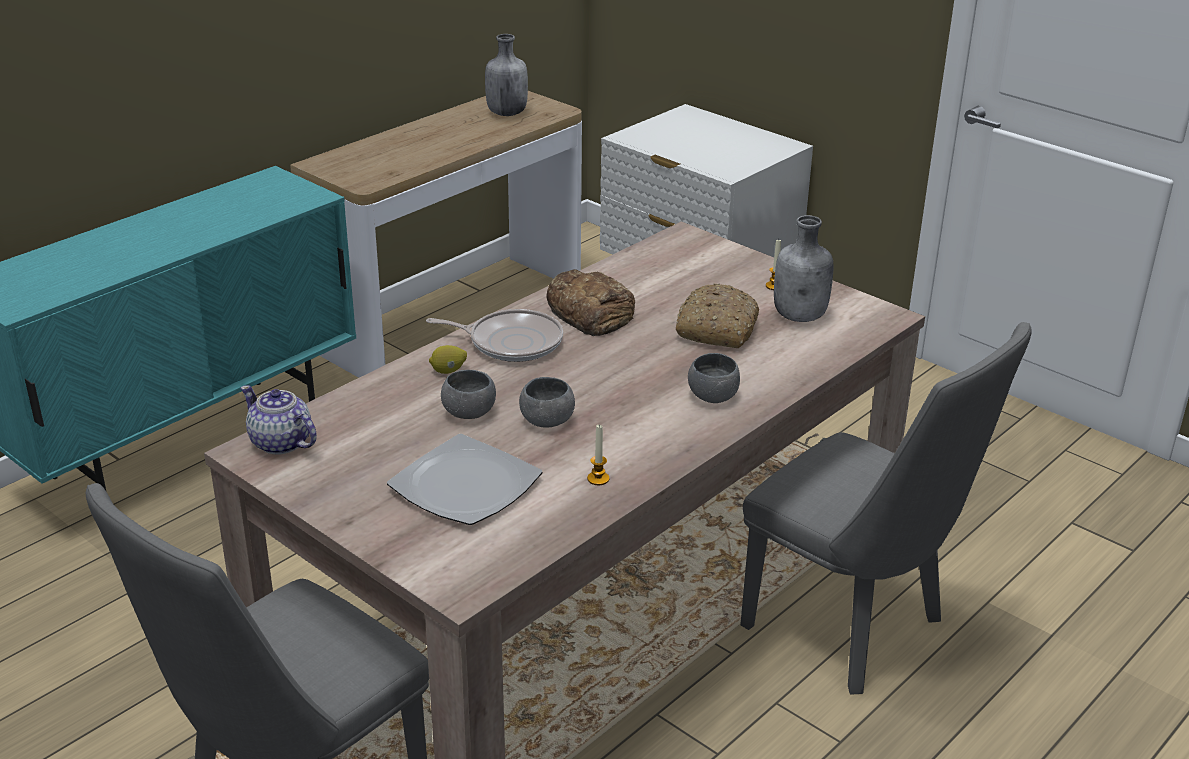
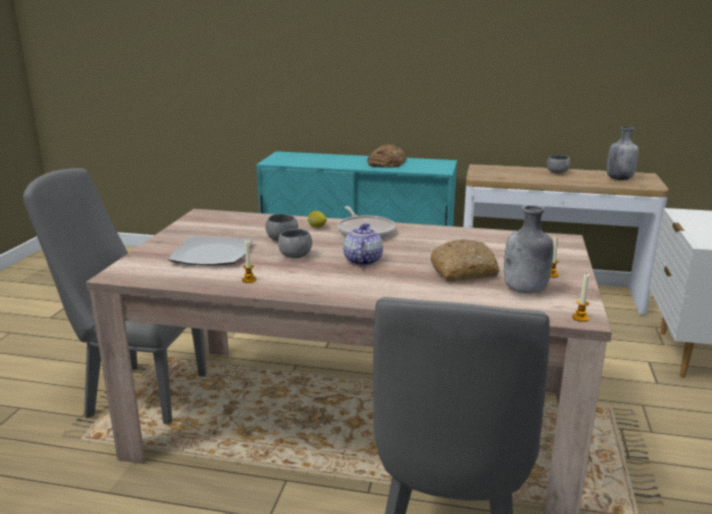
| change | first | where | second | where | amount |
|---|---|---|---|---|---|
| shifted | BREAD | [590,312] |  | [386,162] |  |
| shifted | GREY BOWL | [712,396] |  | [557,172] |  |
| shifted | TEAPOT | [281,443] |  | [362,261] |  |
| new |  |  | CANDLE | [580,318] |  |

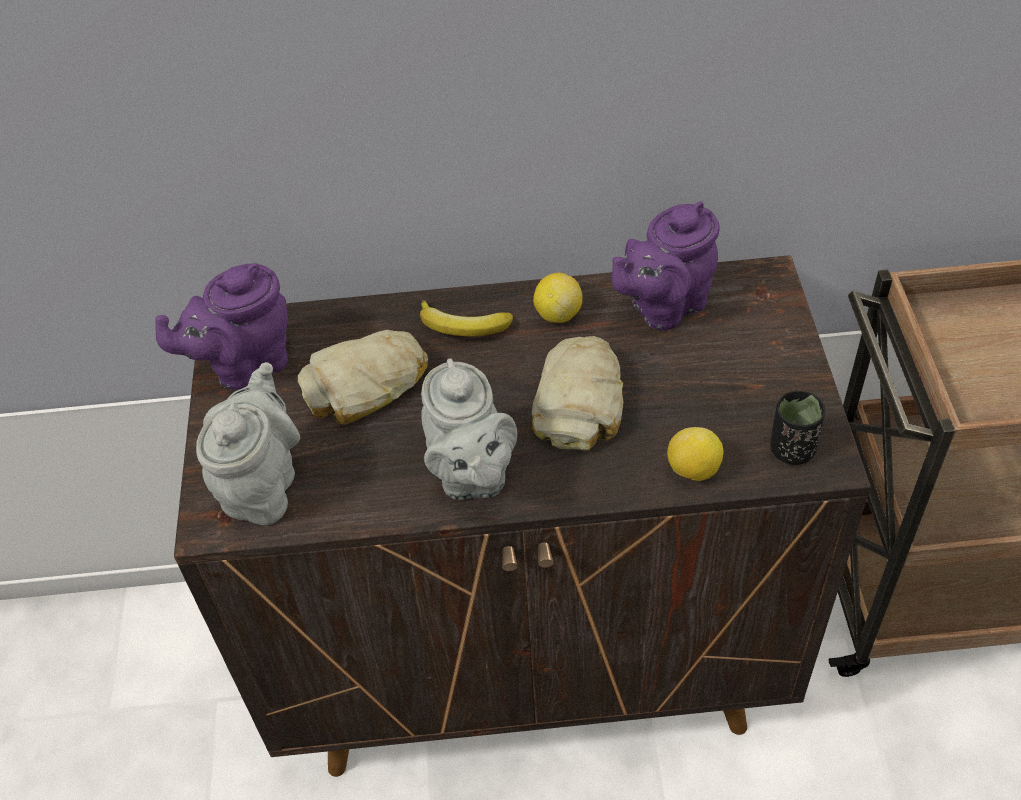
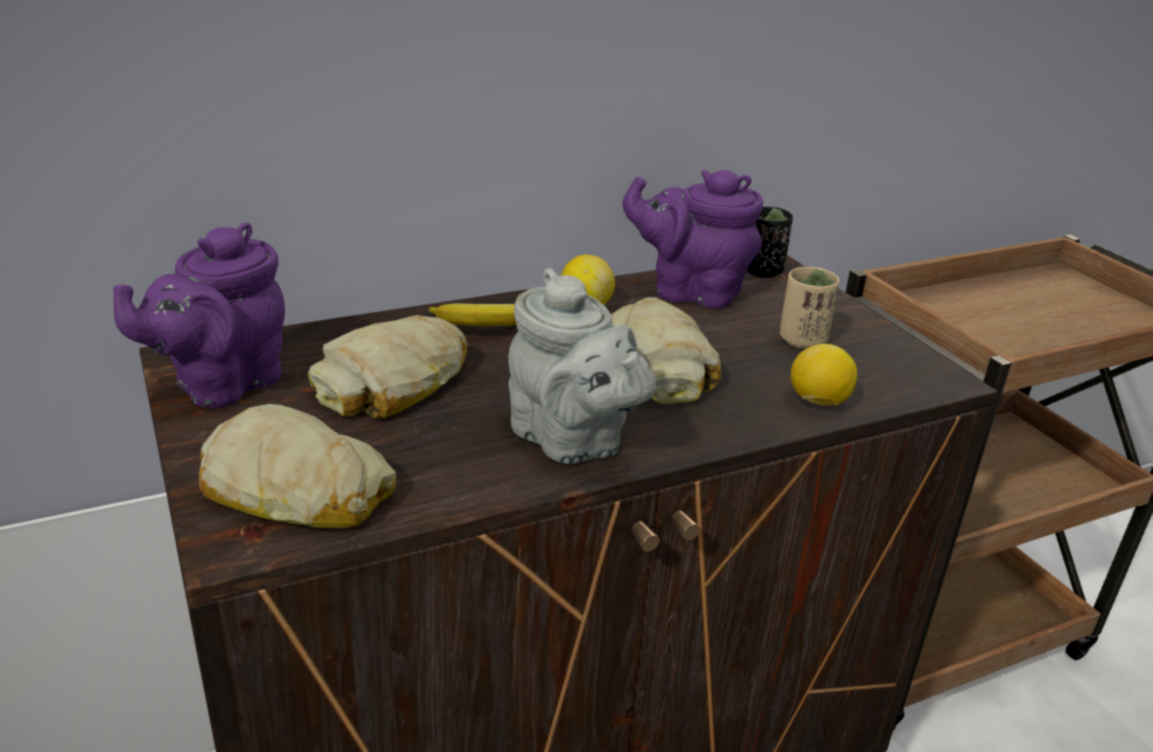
| change | first | where | second | where | amount |
|---|---|---|---|---|---|
| rotated | PURPLE TEAPOT | [663,306] |  | [690,291] | 75 degrees clockwise |
| swapped | GREY TEAPOT | [262,485] | BREAD | [296,490] |  |
| shifted | BLACK CUP | [792,449] |  | [762,271] |  |
| new |  |  | BEIGE CUP | [802,340] |  |

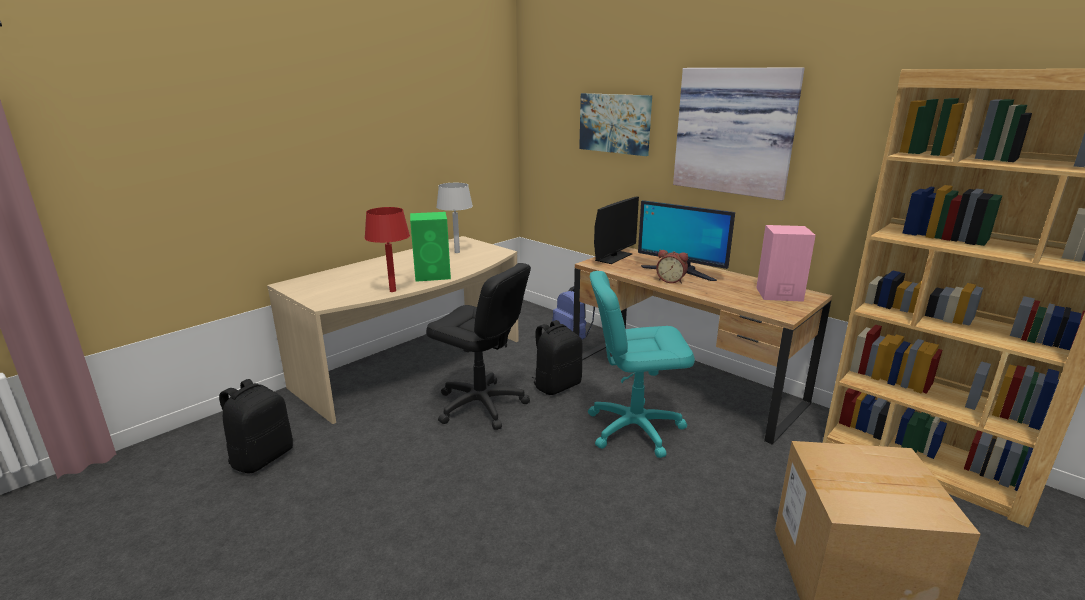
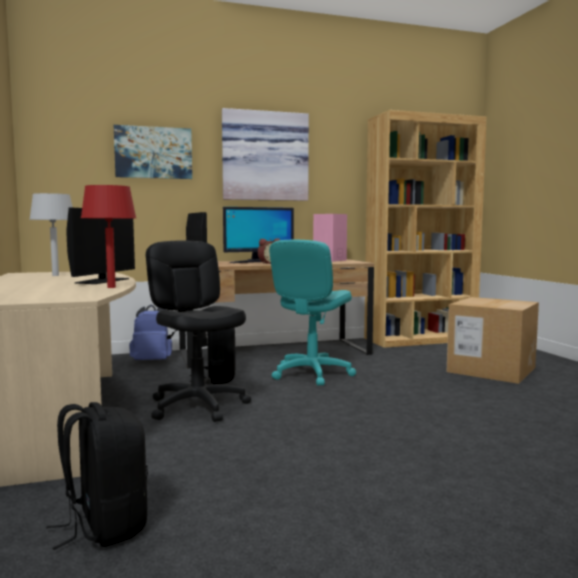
| change | first | where | second | where | amount |
|---|---|---|---|---|---|
| swapped | GREEN SPEAKER | [433,275] | MONITOR | [102,281] |  |
| rotated | BLACK OFFICE CHAIR | [481,405] |  | [198,406] | 90 degrees counterclockwise |

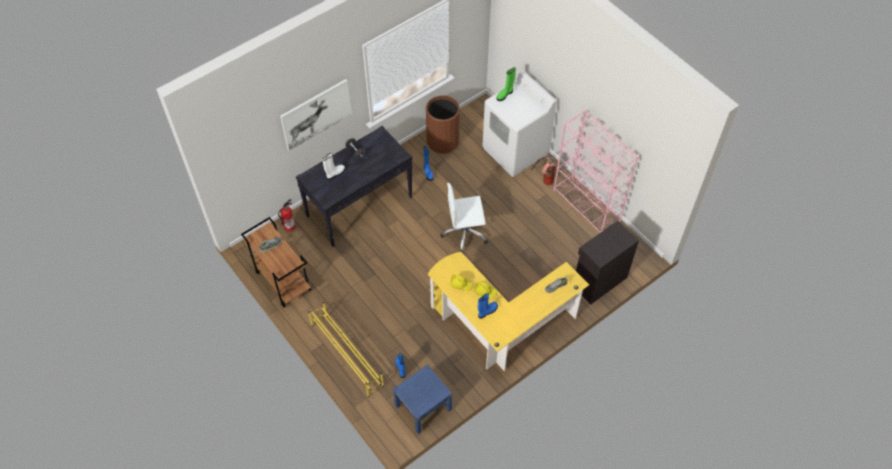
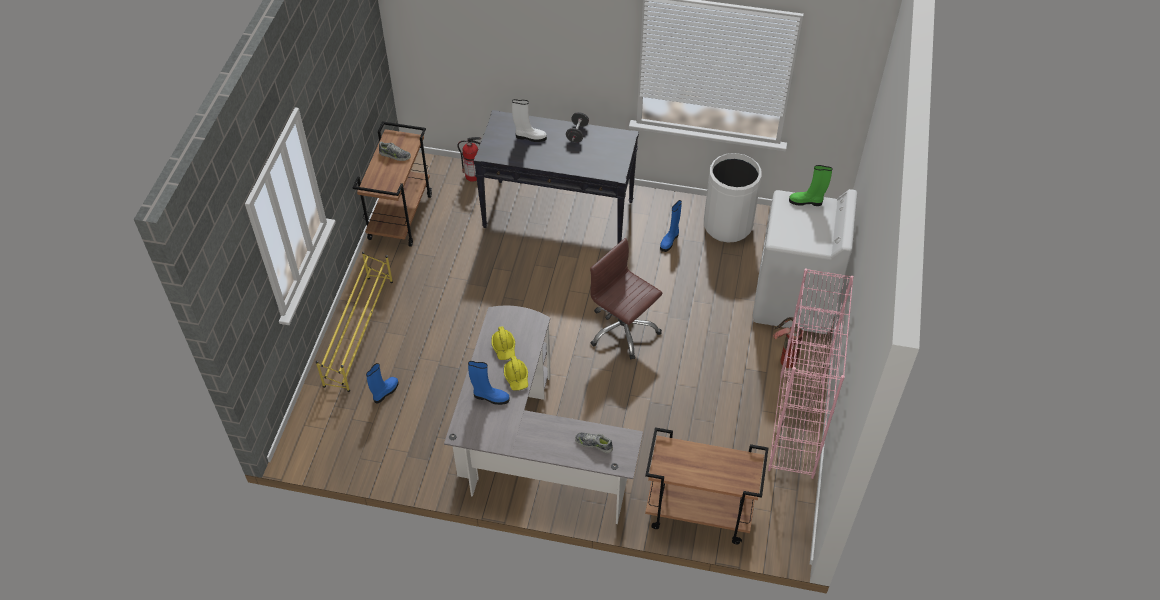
| change | first | where | second | where | amount |
|---|---|---|---|---|---|
| gone | PICTURE | [316,114] |  |  |  |
| repainted | BROWN TRASH CAN | [442,141] | WHITE TRASH CAN | [727,225] |  |
| repainted | WHITE OFFICE CHAIR | [464,233] | BROWN OFFICE CHAIR | [623,330] |  |
| swapped | BLACK CABINET | [599,281] | BROWN CART | [697,513] |  |
| repainted | YELLOW DESK | [499,326] | GREY DESK | [529,450] |  |
| gone | BLUE NIGHTSTAND | [423,407] |  |  |  |

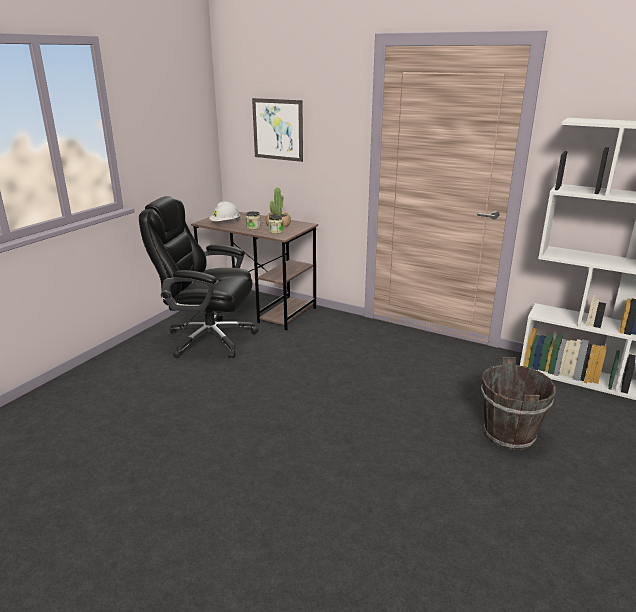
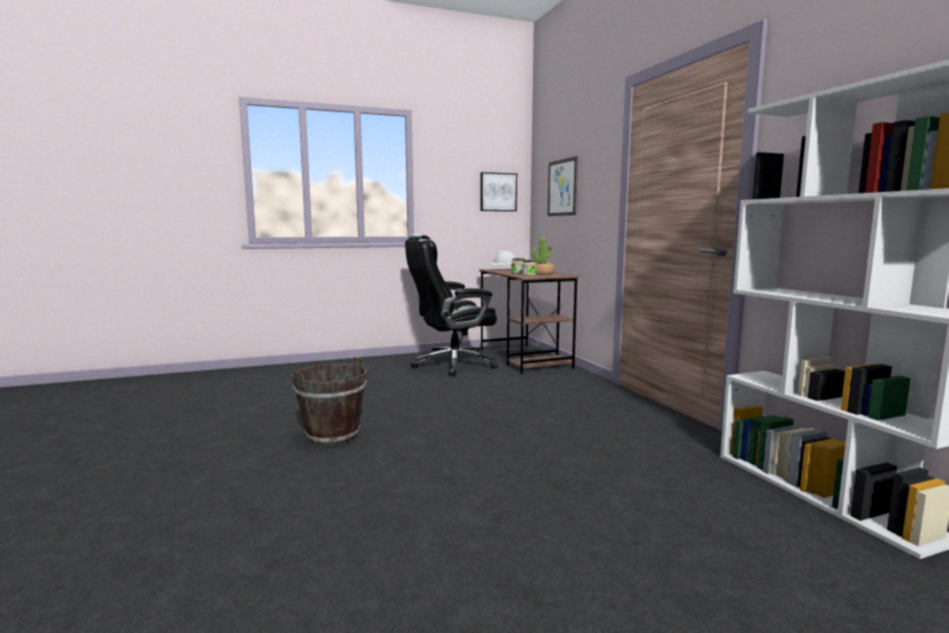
| change | first | where | second | where | amount |
|---|---|---|---|---|---|
| rotated | BLACK OFFICE CHAIR | [208,339] |  | [452,365] | 75 degrees counterclockwise |
| shifted | BROWN BUCKET | [508,434] |  | [332,435] |  |
| new |  |  | PICTURE | [498,192] |  |

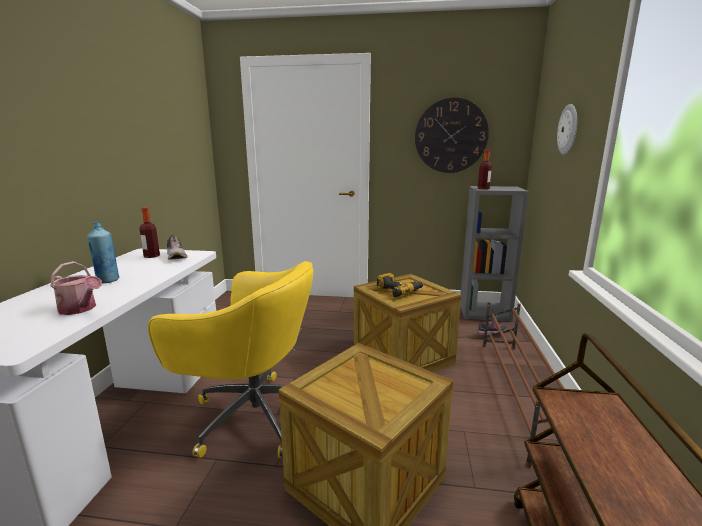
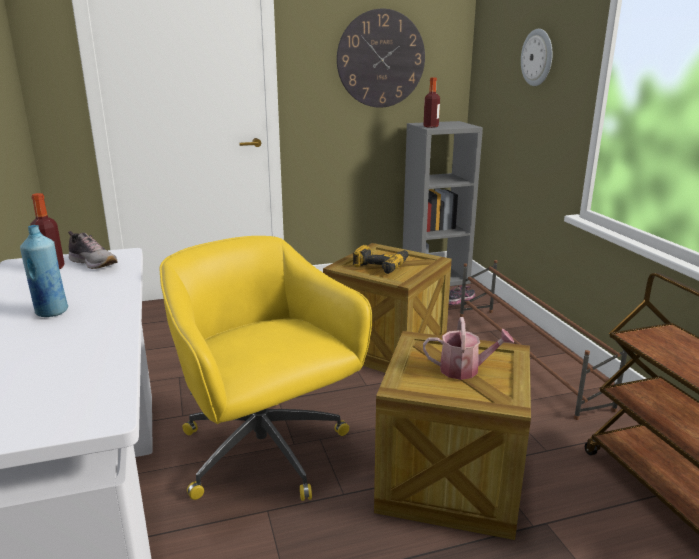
| change | first | where | second | where | amount |
|---|---|---|---|---|---|
| shifted | WATERING CAN | [80,309] |  | [465,370] |  |
| rotated | YELLOW OFFICE CHAIR | [252,415] |  | [265,453] | 120 degrees counterclockwise |

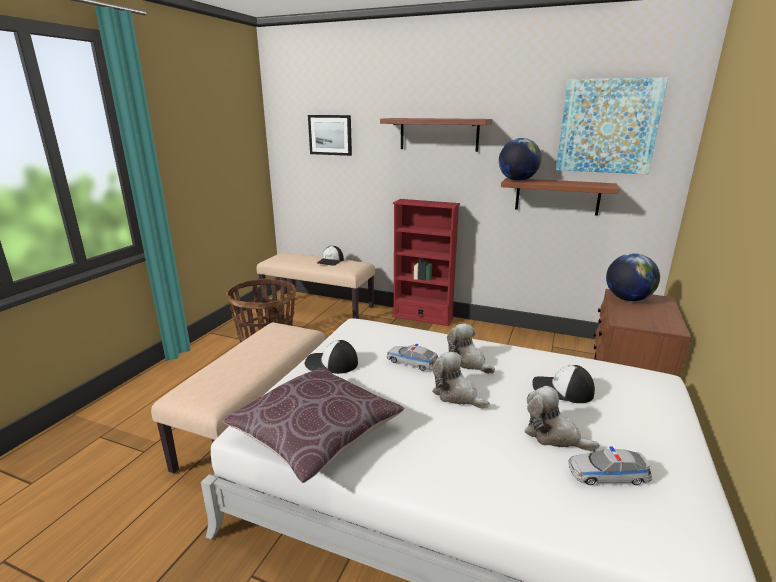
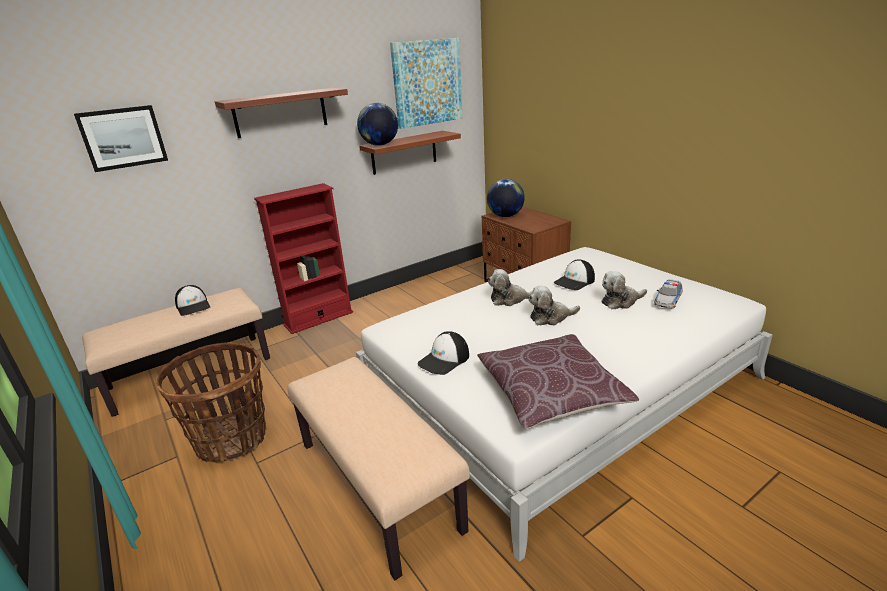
| change | first | where | second | where | amount |
|---|---|---|---|---|---|
| gone | TOY CAR | [412,362] |  |  |  |

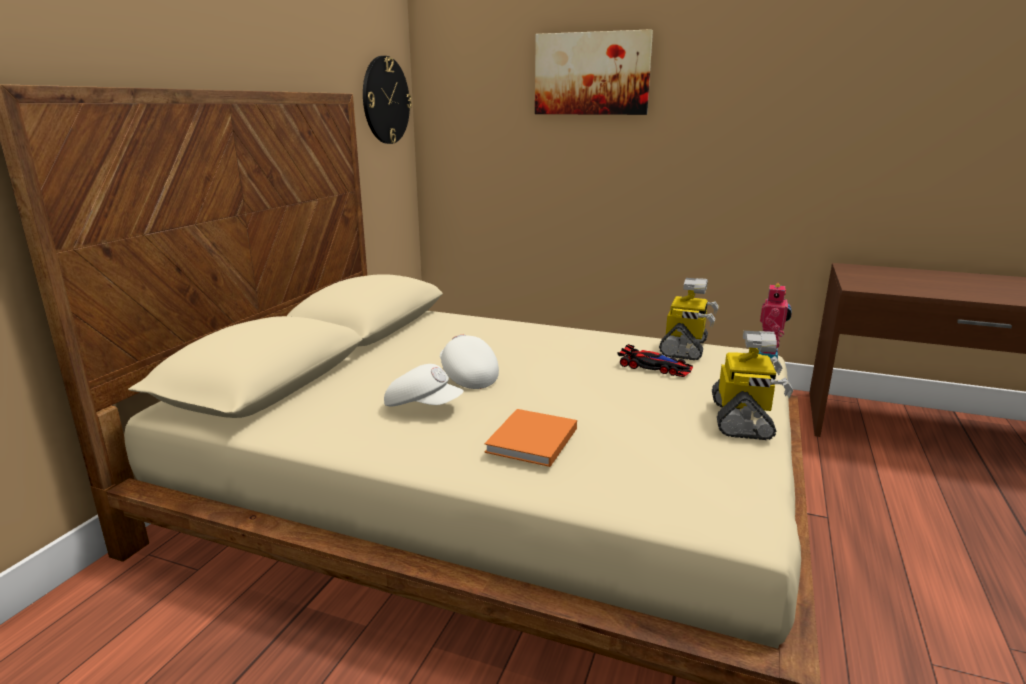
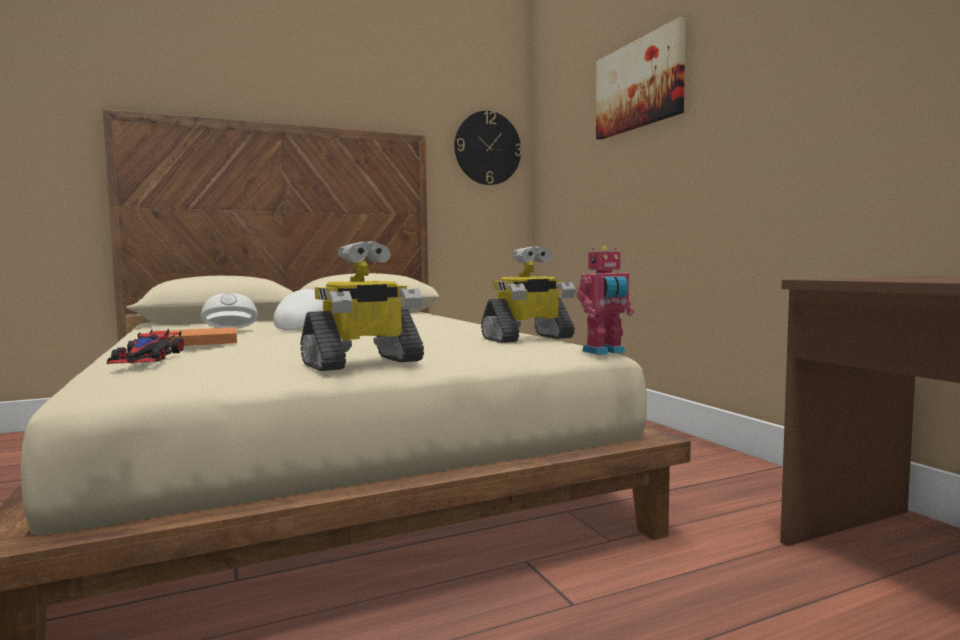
| change | first | where | second | where | amount |
|---|---|---|---|---|---|
| shifted | TOY CAR | [654,367] |  | [148,357] |  |

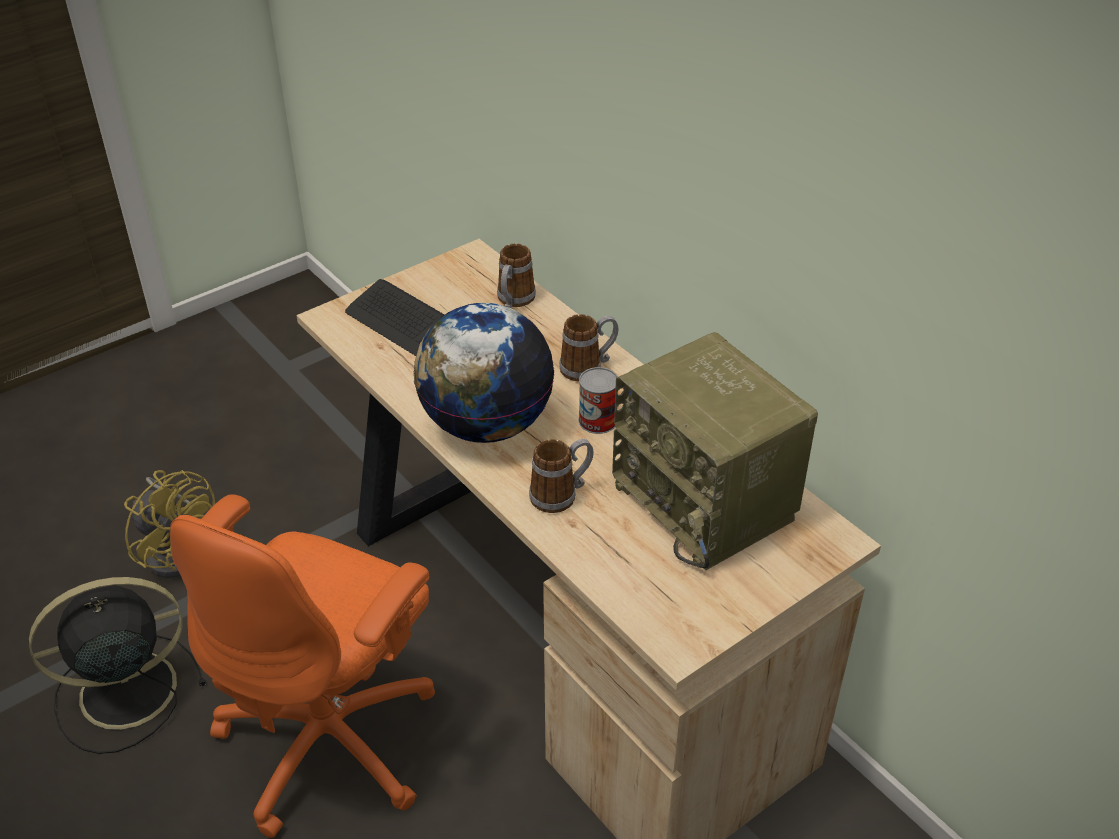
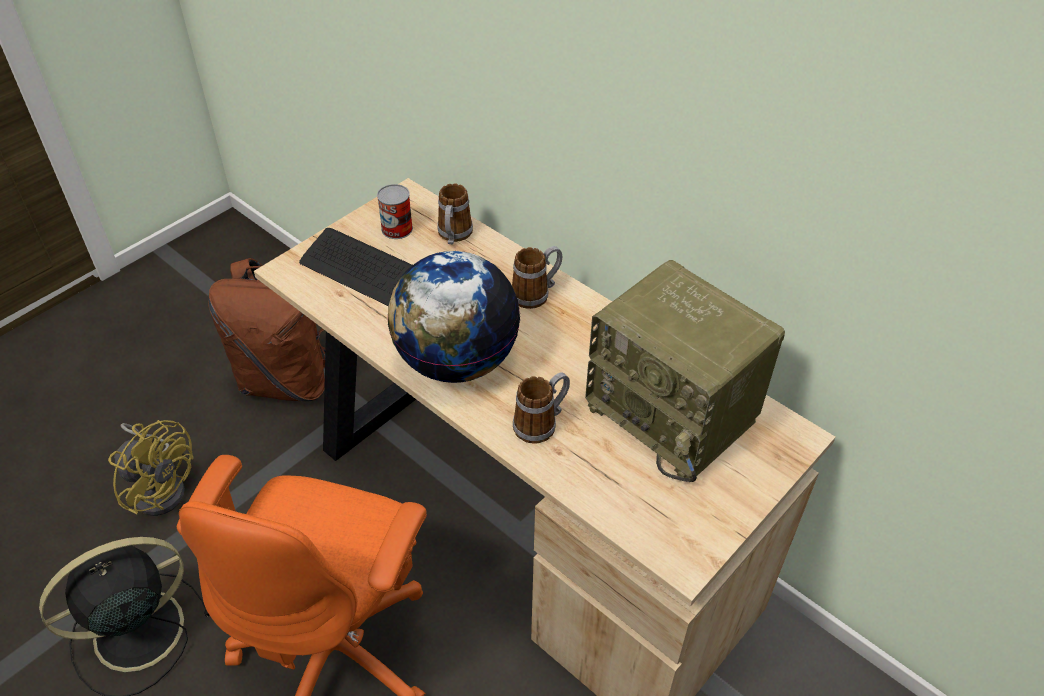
| change | first | where | second | where | amount |
|---|---|---|---|---|---|
| shifted | CAN | [597,421] |  | [397,229] |  |
| new |  |  | BROWN BACKPACK | [289,379] |  |

